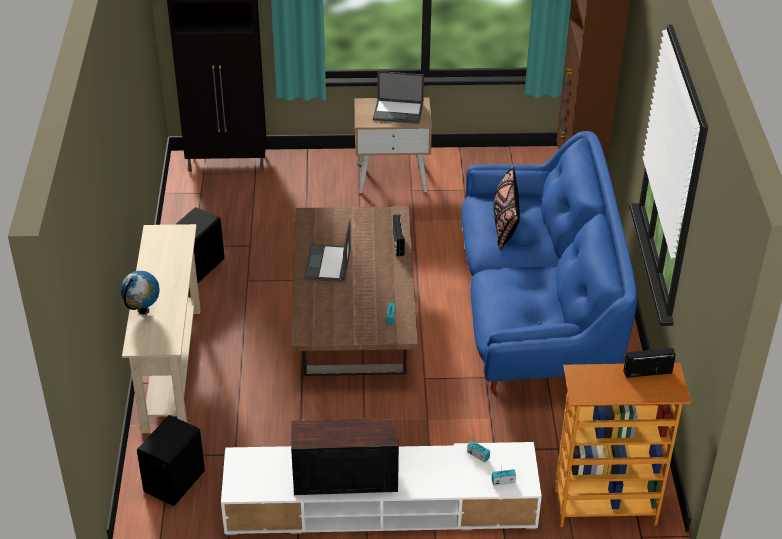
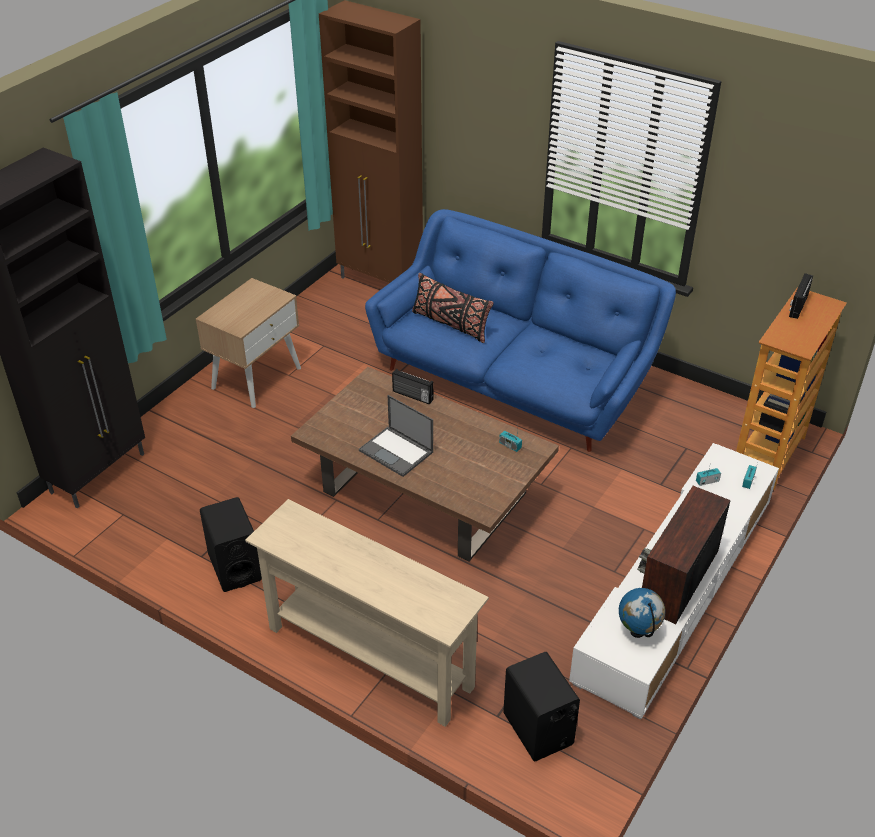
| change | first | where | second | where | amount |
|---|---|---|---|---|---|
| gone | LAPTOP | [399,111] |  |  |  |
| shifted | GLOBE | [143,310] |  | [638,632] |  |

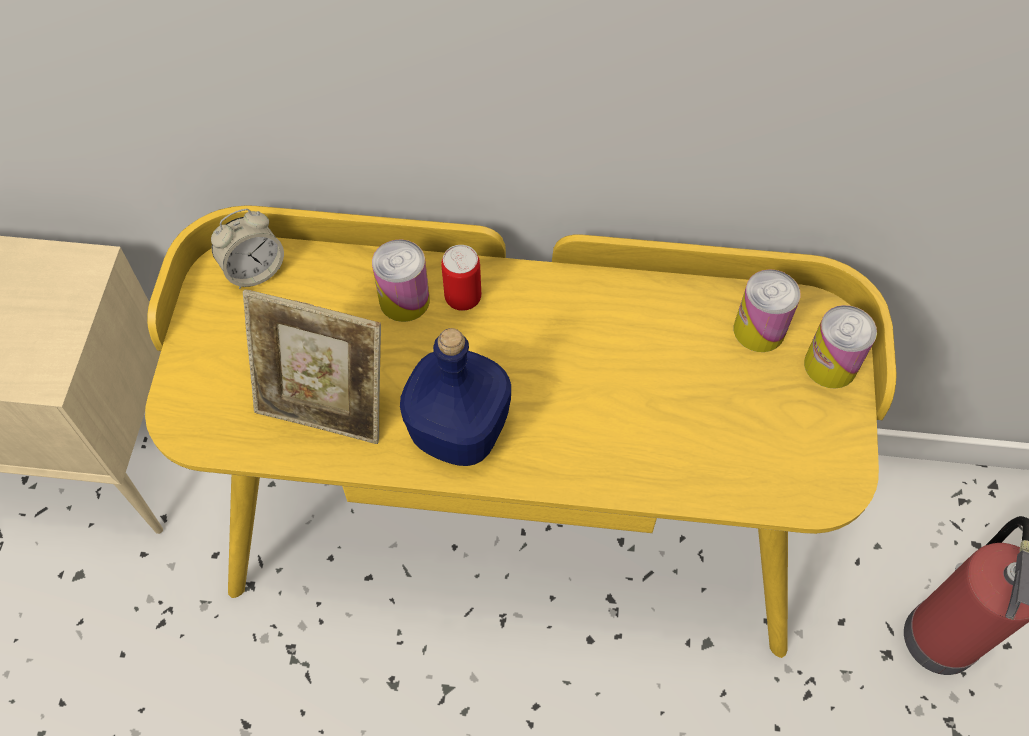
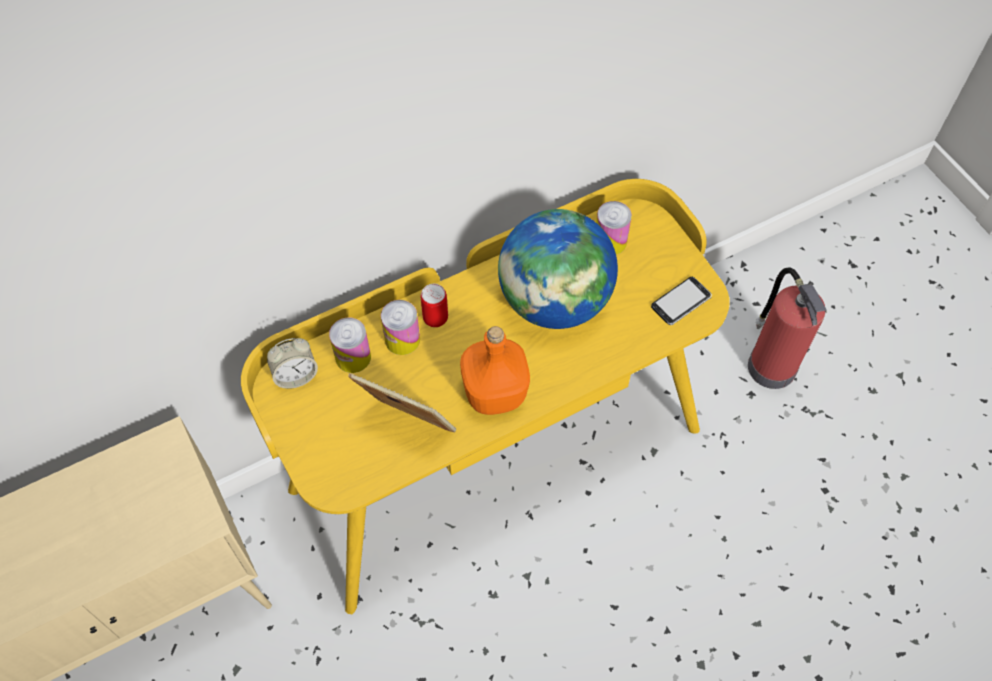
| change | first | where | second | where | amount |
|---|---|---|---|---|---|
| rotated | ALARM CLOCK | [254,271] |  | [296,376] | 45 degrees clockwise |
| rotated | PICTURE FRAME | [325,407] |  | [408,426] | 135 degrees counterclockwise |
| shifted | CAN | [830,365] |  | [353,357] |  |
| repainted | BLUE BOTTLE | [458,434] | ORANGE BOTTLE | [495,395] |  |
| new |  |  | GLOBE | [555,301] |  |
| new |  |  | PHONE | [681,302] |  |

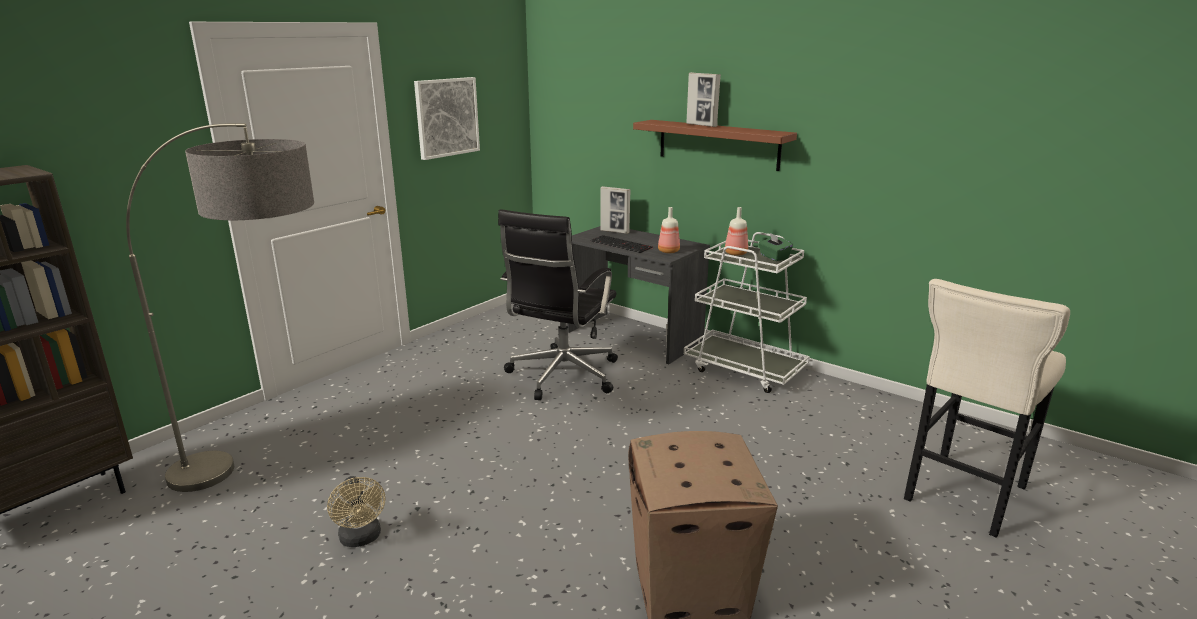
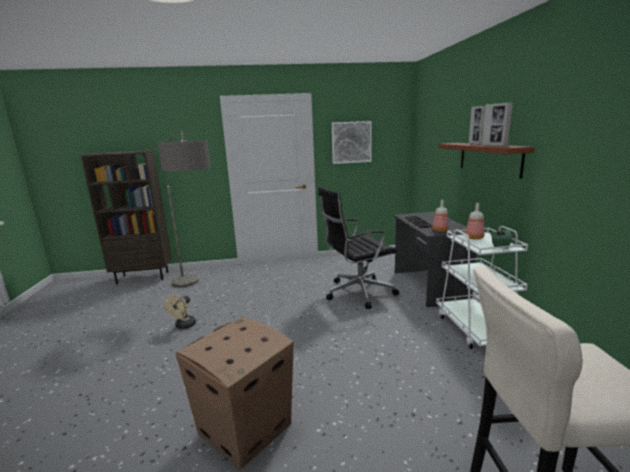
| change | first | where | second | where | amount |
|---|---|---|---|---|---|
| shifted | PICTURE FRAME | [615,231] |  | [494,145] |  |

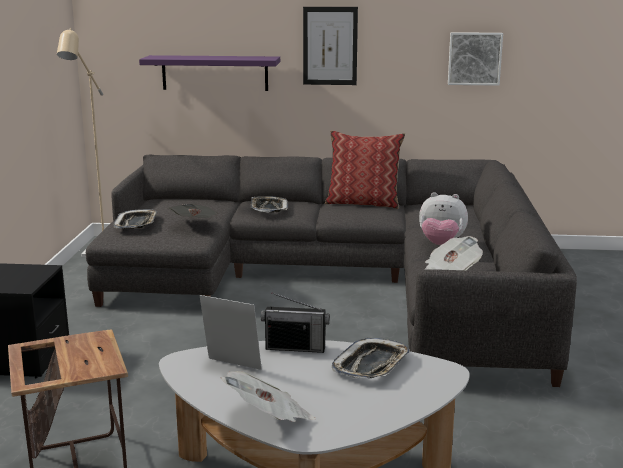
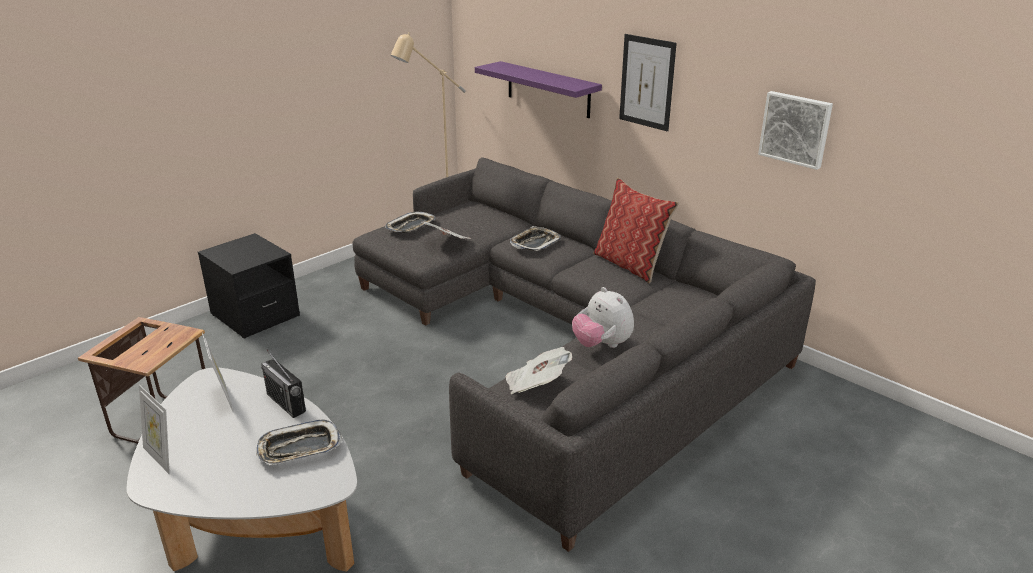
| change | first | where | second | where | amount |
|---|---|---|---|---|---|
| swapped | NEWSPAPER | [269,418] | PICTURE FRAME | [161,457] |  |

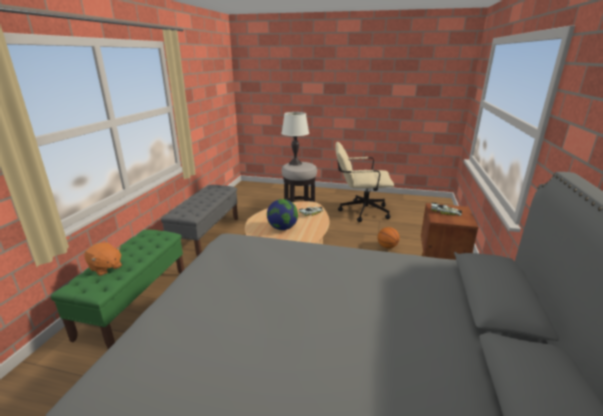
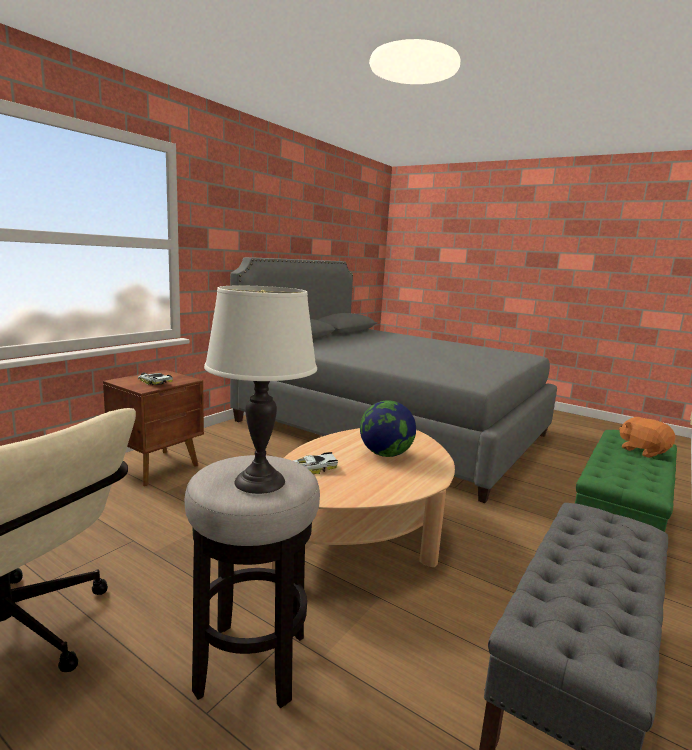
| change | first | where | second | where | amount |
|---|---|---|---|---|---|
| gone | BASKETBALL | [387,247] |  |  |  |

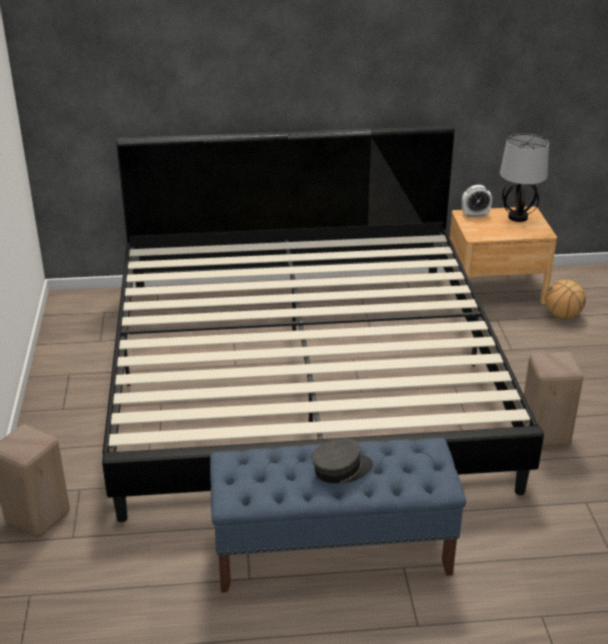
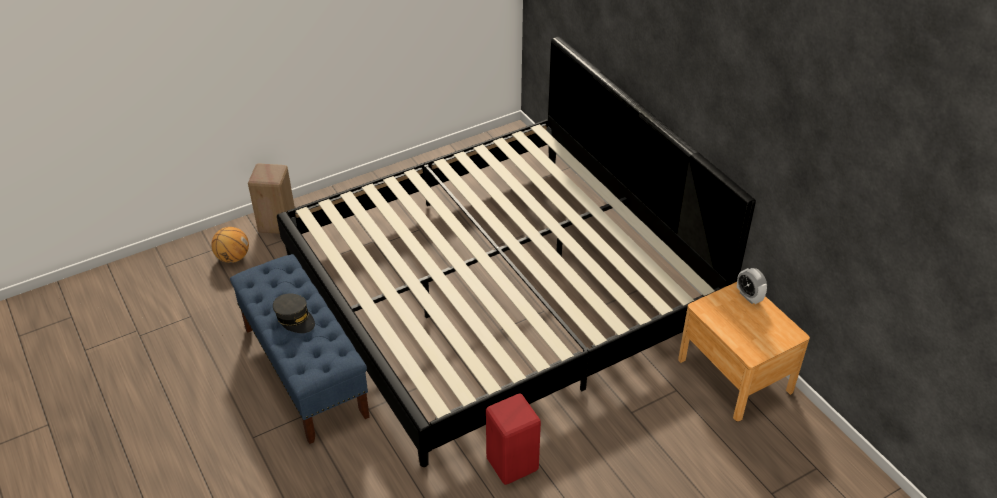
| change | first | where | second | where | amount |
|---|---|---|---|---|---|
| gone | TABLE LAMP | [517,217] |  |  |  |
| shifted | BASKETBALL | [562,316] |  | [233,258] |  |
| repainted | BEIGE STOOL | [545,433] | RED STOOL | [514,464] |  |

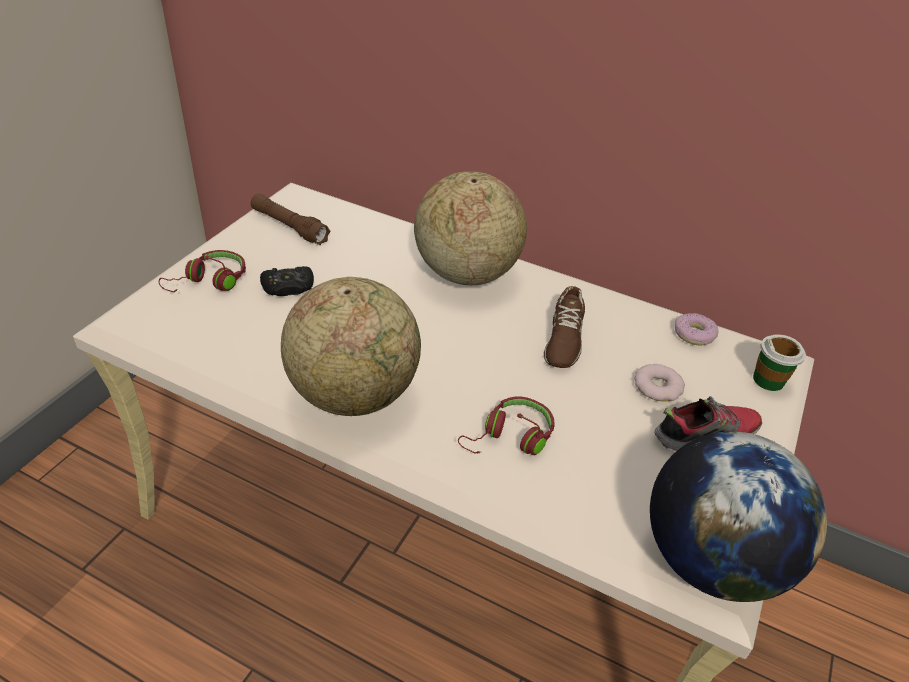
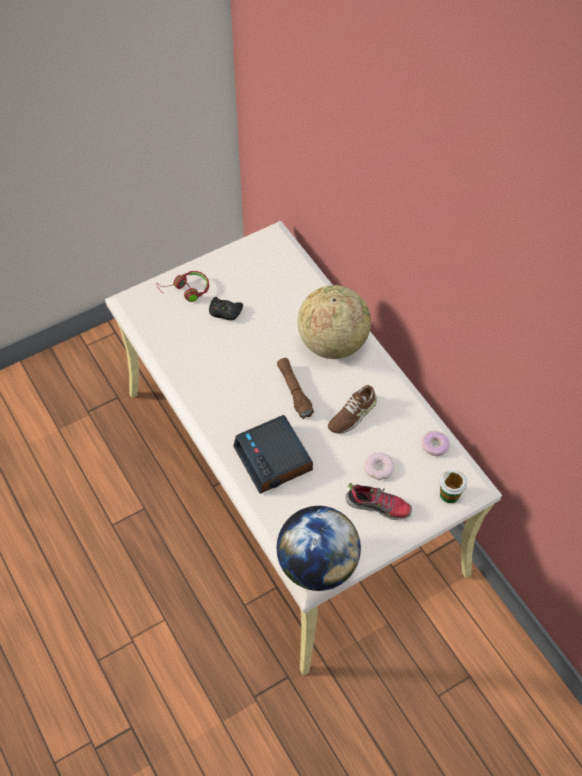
| change | first | where | second | where | amount |
|---|---|---|---|---|---|
| shifted | BROWN FLASHLIGHT | [289,227] |  | [294,391] |  |
| gone | GLOBE | [354,394] |  |  |  |
| swapped | RED HEADPHONES | [510,438] | ALARM CLOCK | [274,459] |  |

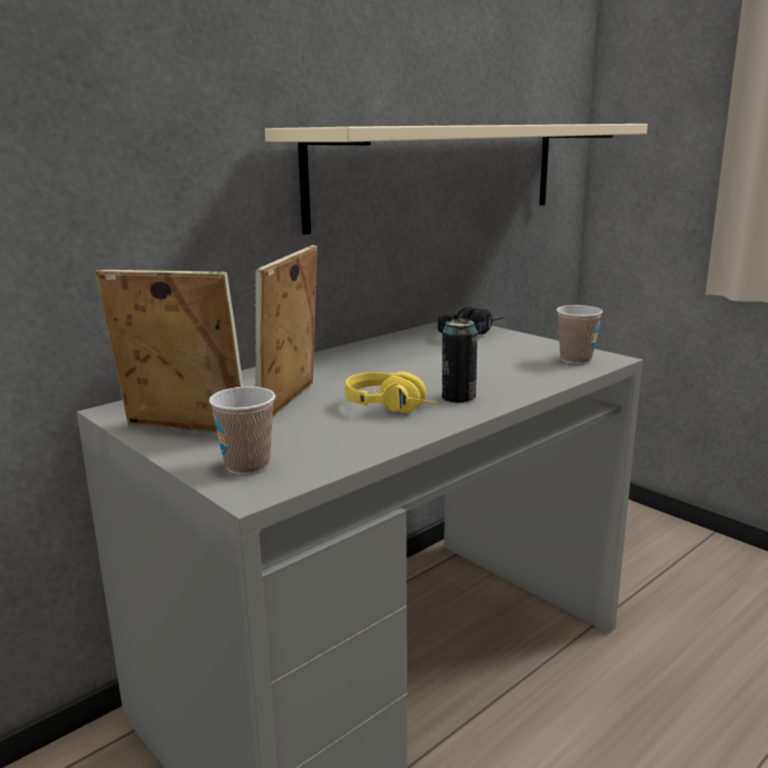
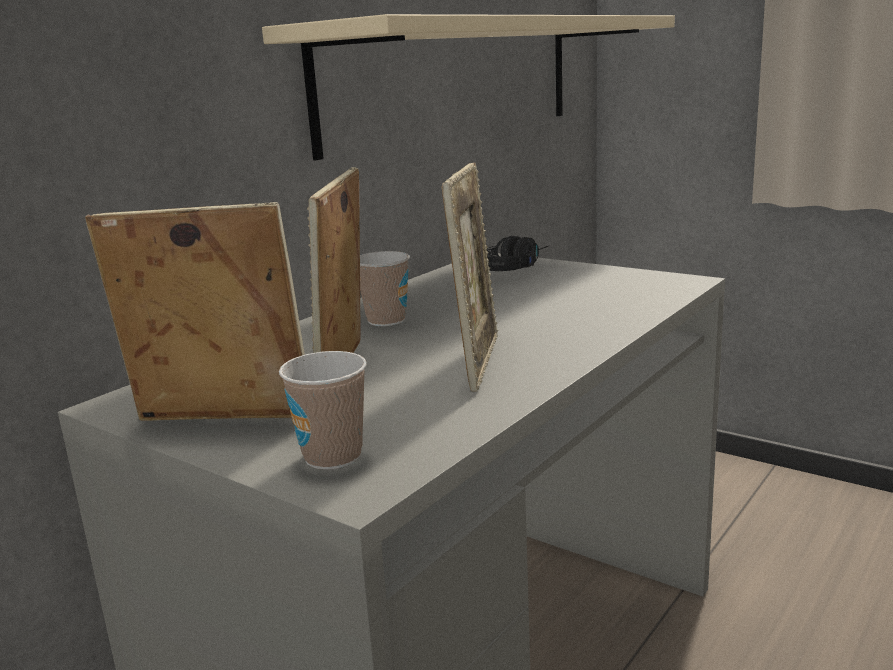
| change | first | where | second | where | amount |
|---|---|---|---|---|---|
| shifted | CUP | [575,360] |  | [386,320] |  |
| gone | CAN | [458,397] |  |  |  |
| swapped | YELLOW HEADPHONES | [394,407] | PICTURE FRAME | [478,361] |  |

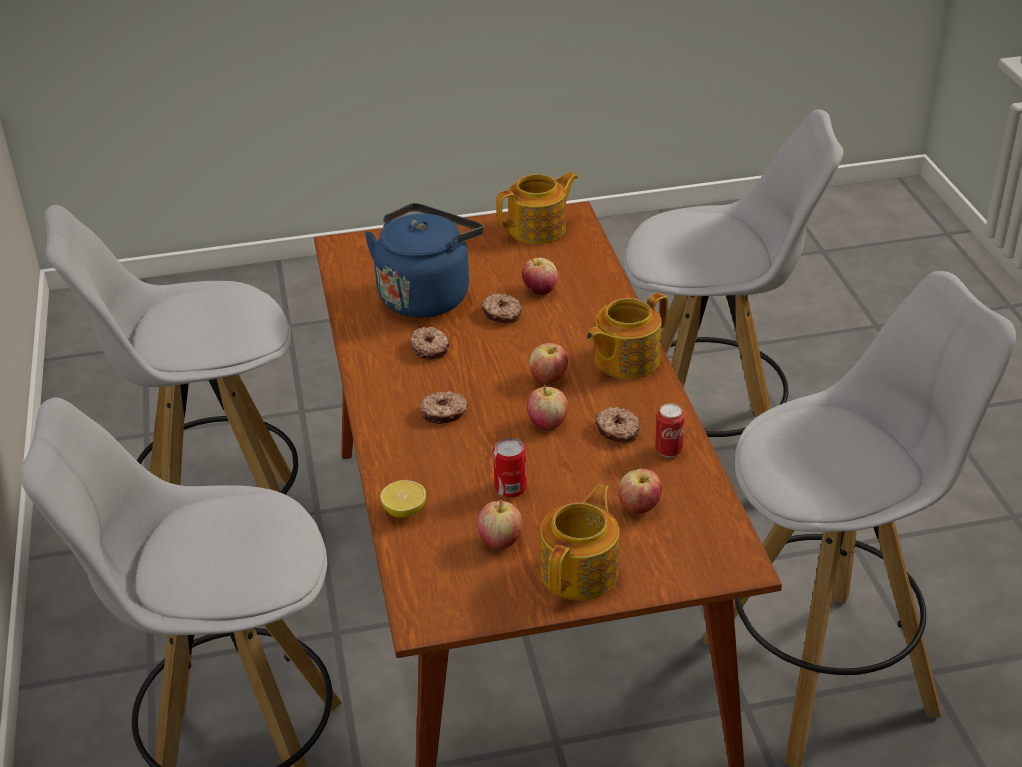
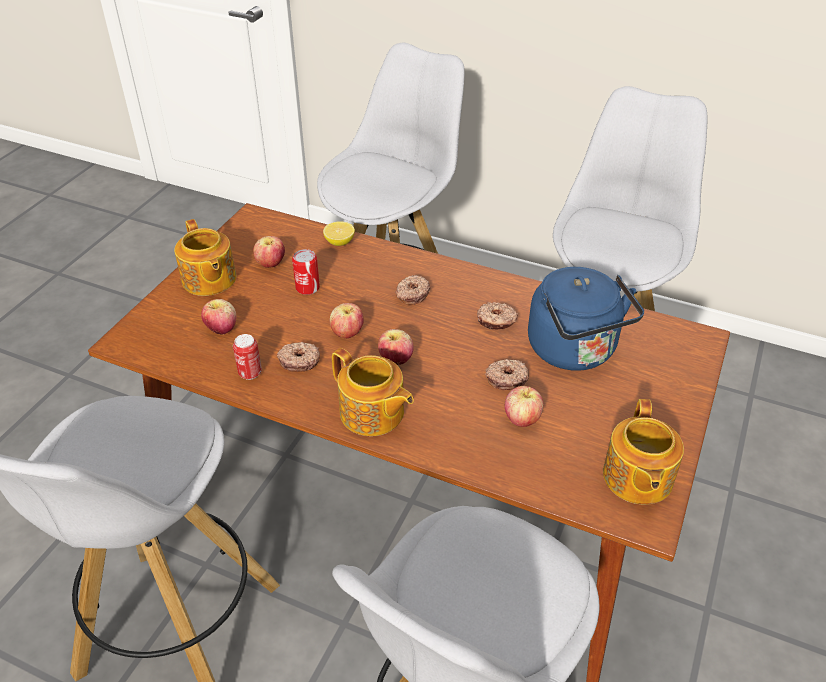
| change | first | where | second | where | amount |
|---|---|---|---|---|---|
| rotated | TEAPOT | [625,360] |  | [372,413] | 135 degrees clockwise |

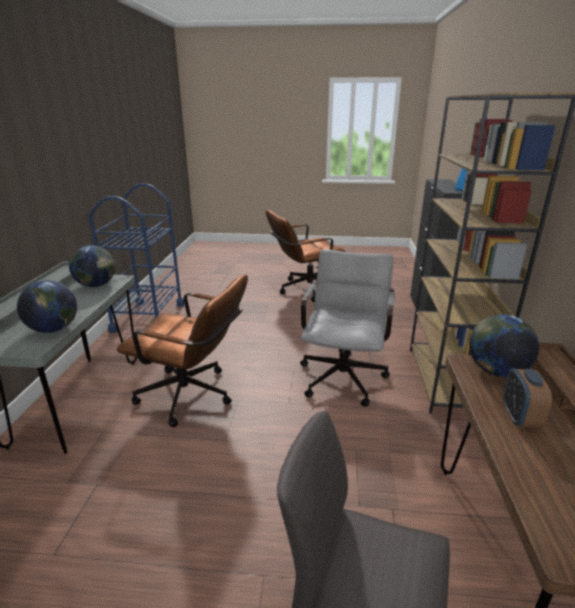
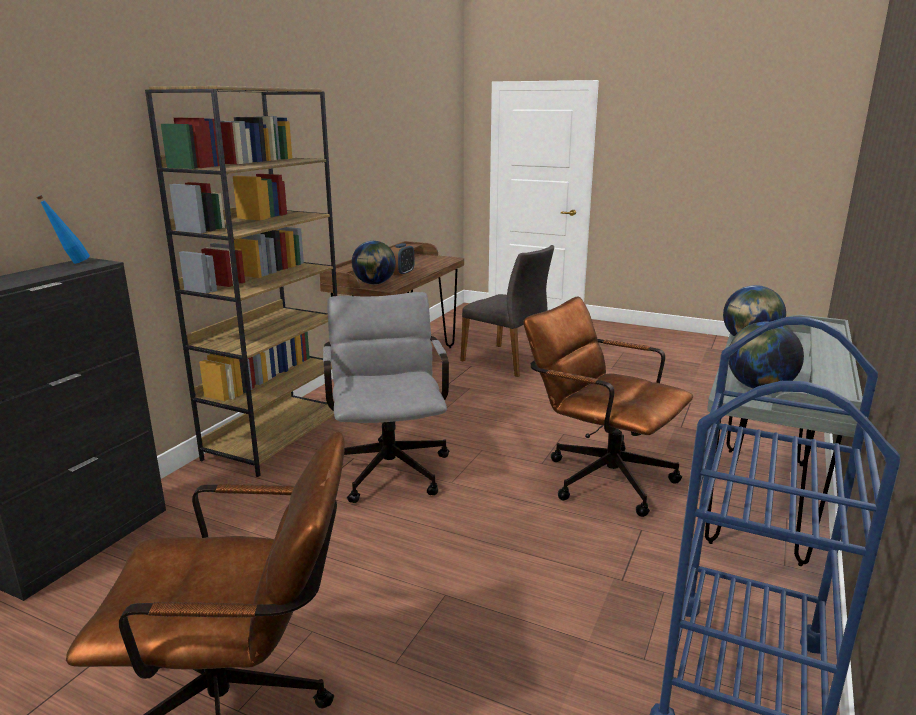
| change | first | where | second | where | amount |
|---|---|---|---|---|---|
| rotated | GREY OFFICE CHAIR | [343,374] |  | [389,465] | 135 degrees clockwise |

